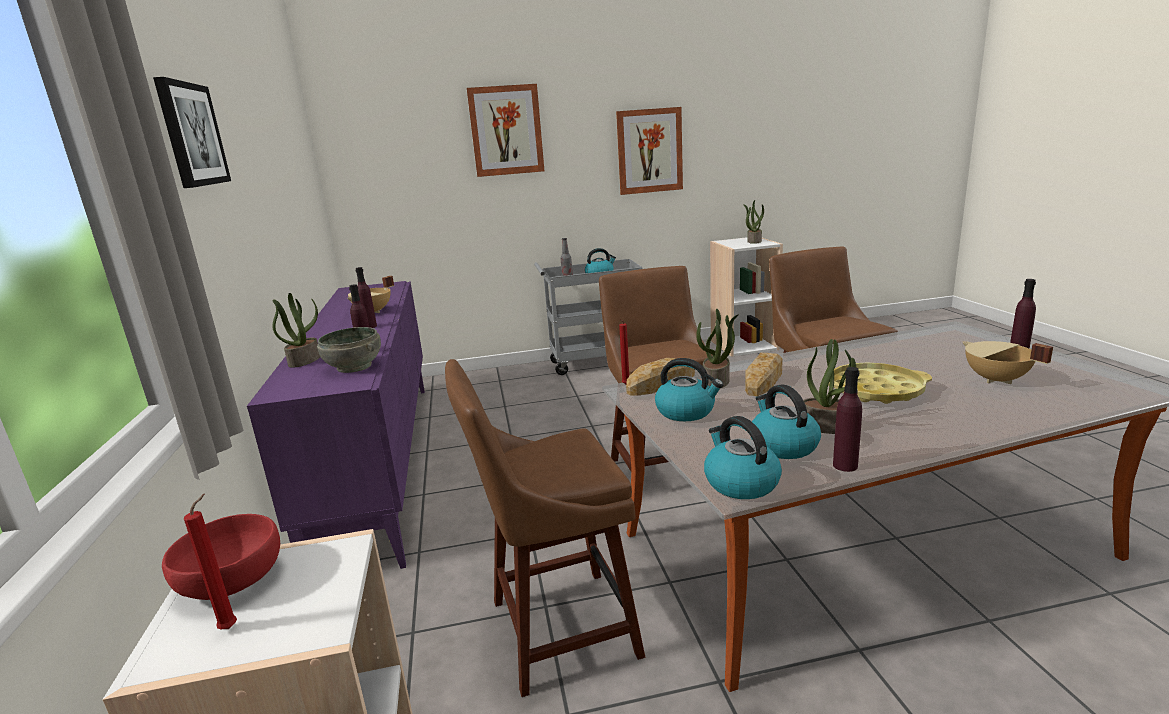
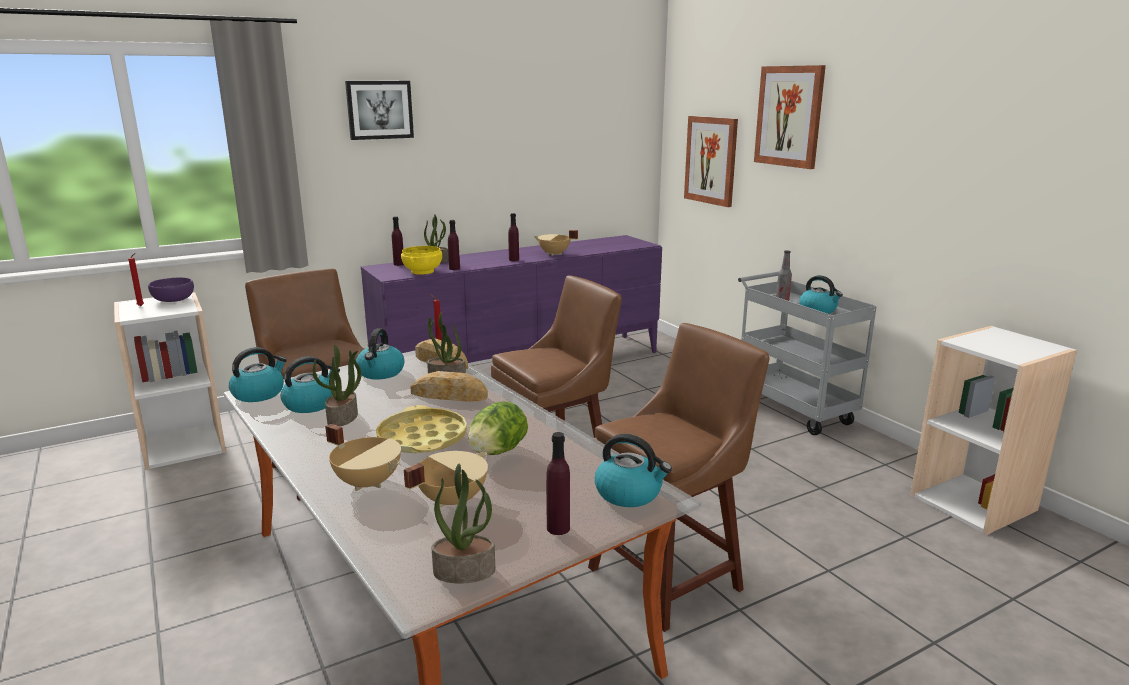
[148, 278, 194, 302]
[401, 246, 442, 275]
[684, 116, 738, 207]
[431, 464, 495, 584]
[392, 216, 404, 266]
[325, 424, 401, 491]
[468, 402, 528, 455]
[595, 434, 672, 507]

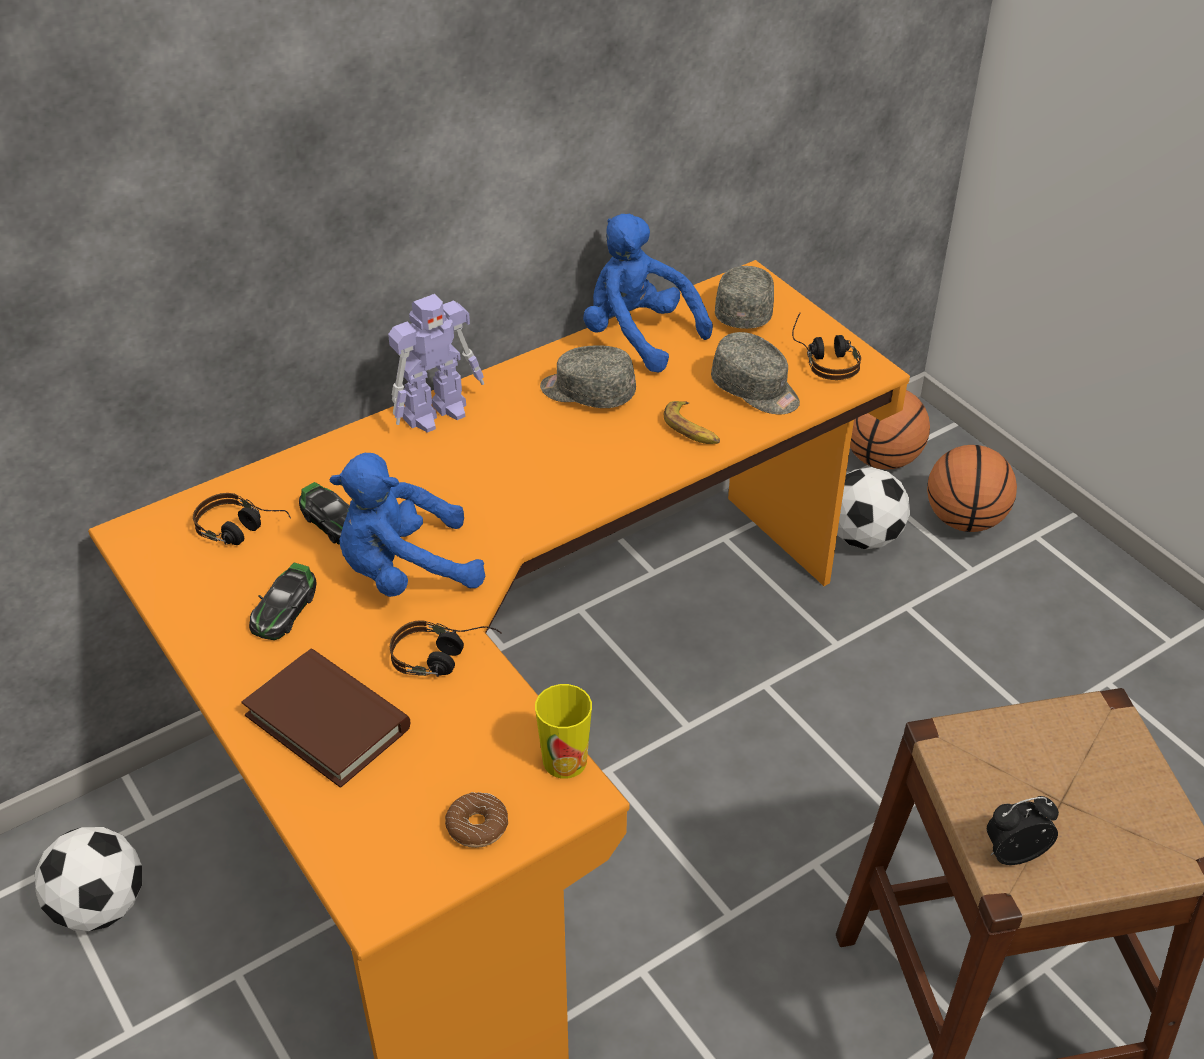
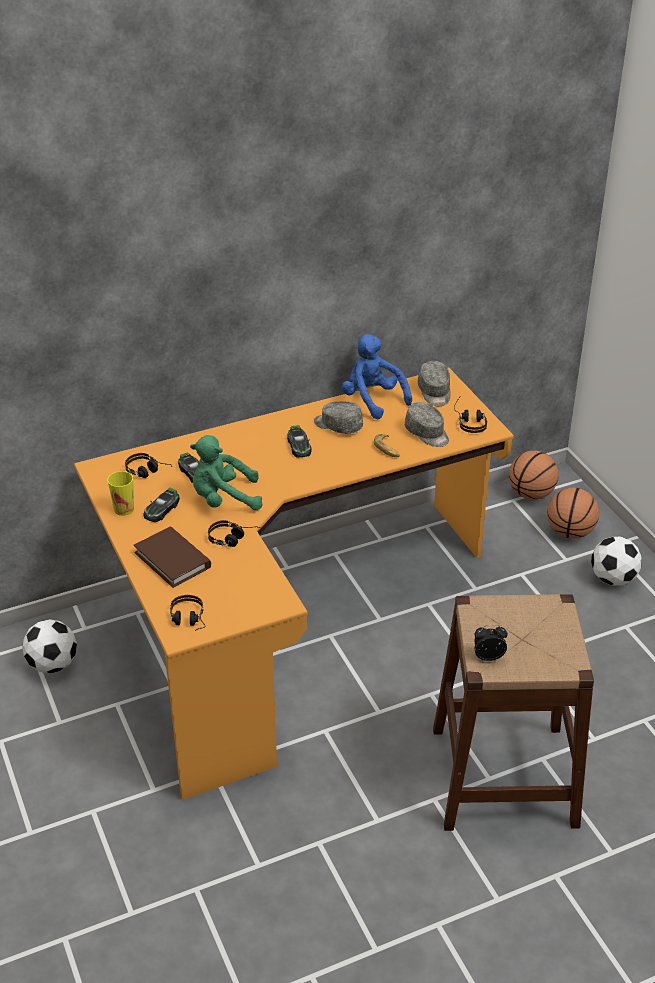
[190, 435, 262, 510]
[388, 294, 484, 433] (first image)
[445, 792, 508, 848] (first image)
[108, 471, 134, 516]
[418, 361, 451, 406]
[591, 537, 642, 586]
[170, 595, 205, 631]
[287, 425, 312, 458]

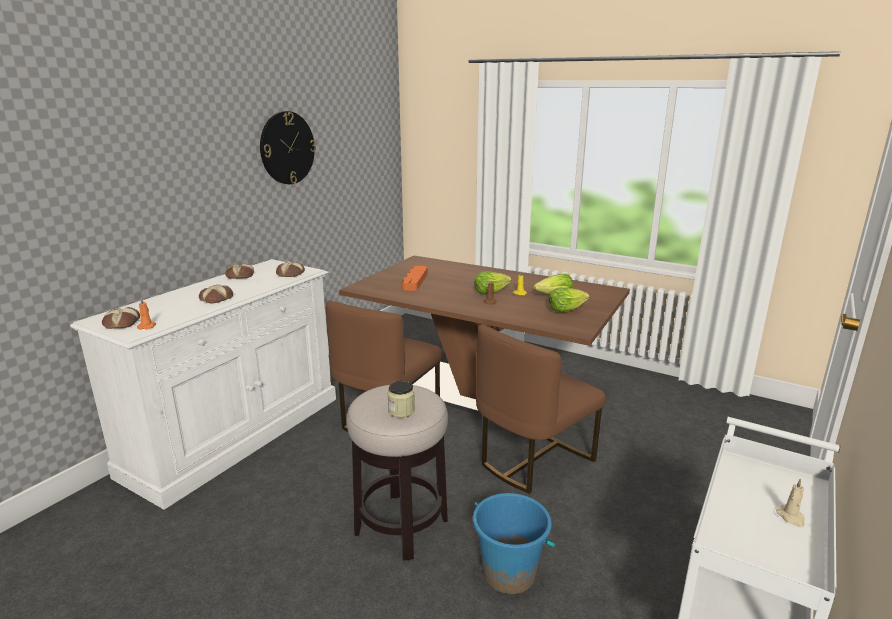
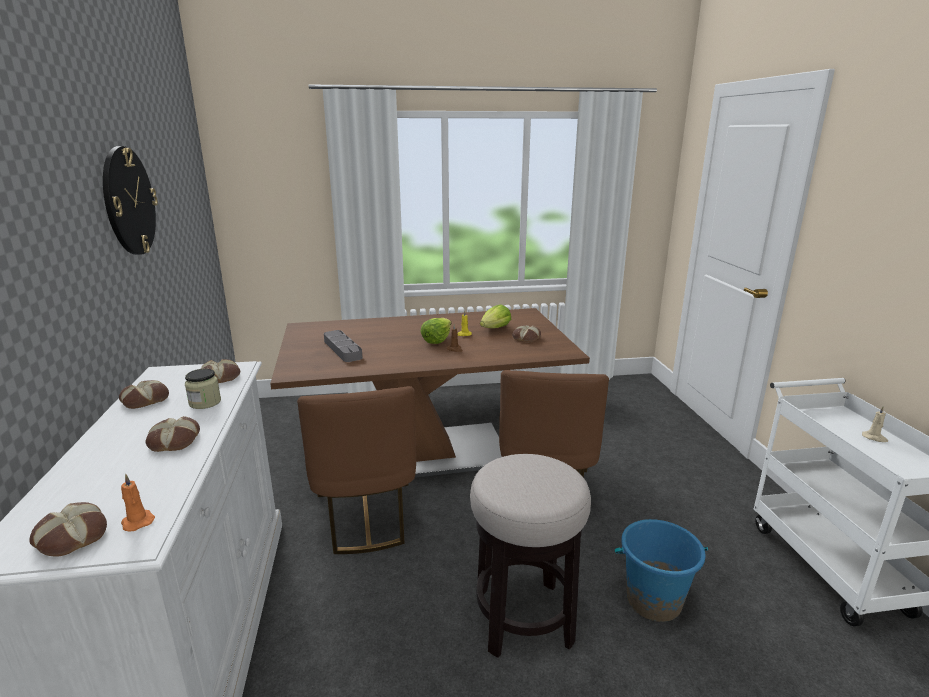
[185, 369, 221, 409]
[324, 330, 362, 362]
[512, 325, 541, 342]

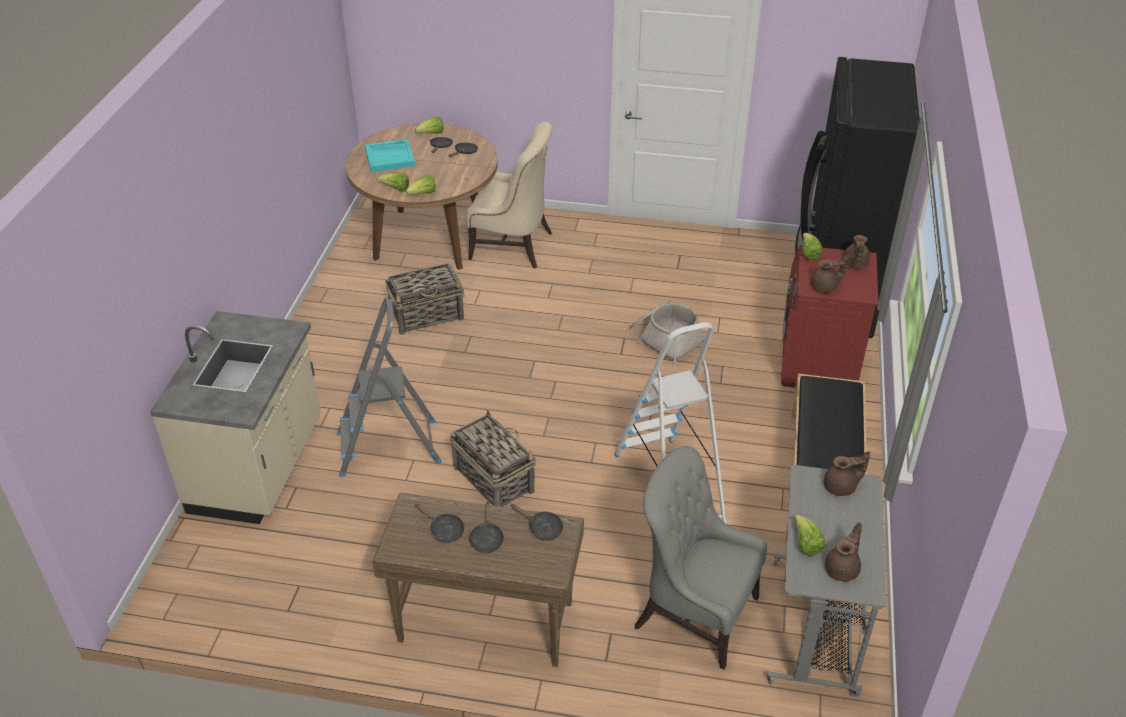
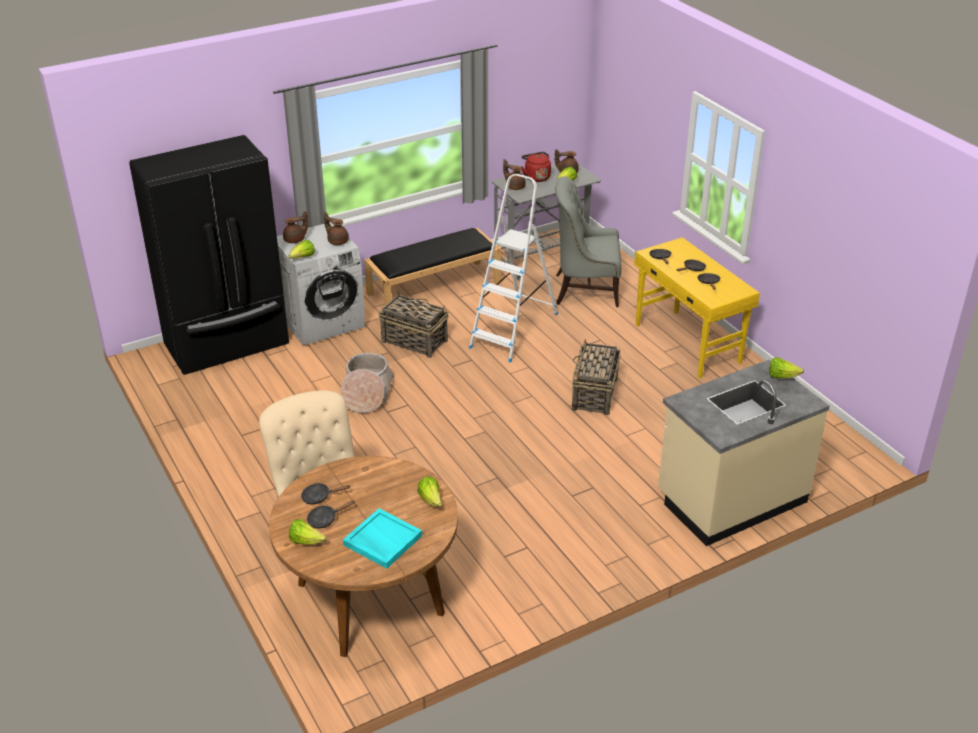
[337, 298, 442, 477] (first image)
[634, 237, 760, 379]
[379, 291, 449, 358]
[769, 357, 804, 378]
[555, 176, 622, 307]
[277, 222, 365, 346]
[522, 152, 551, 182]

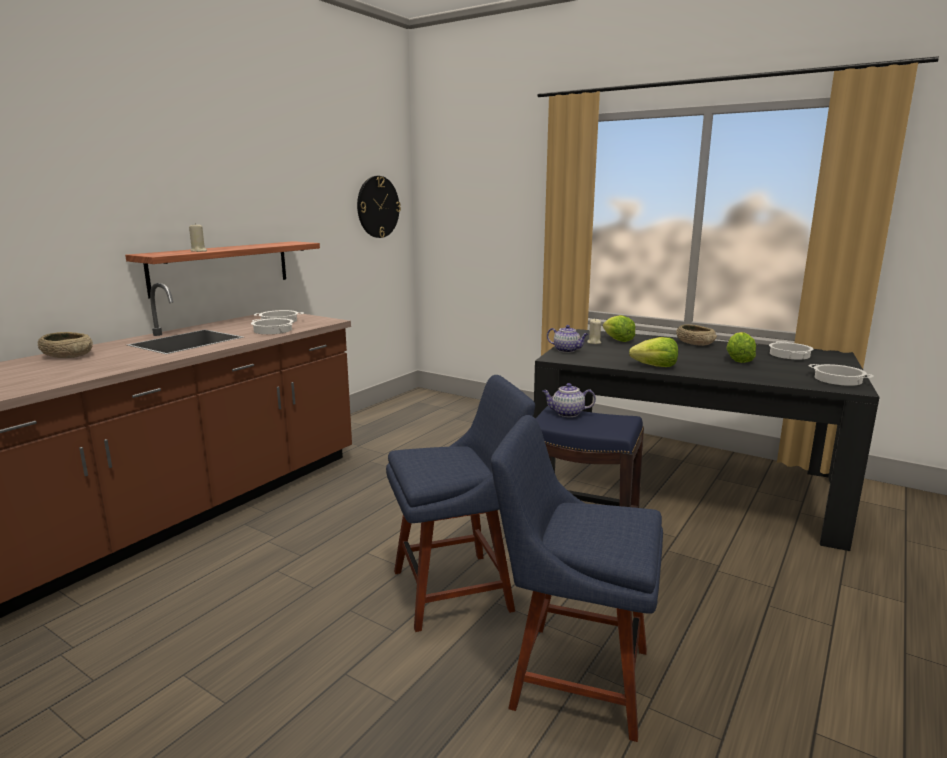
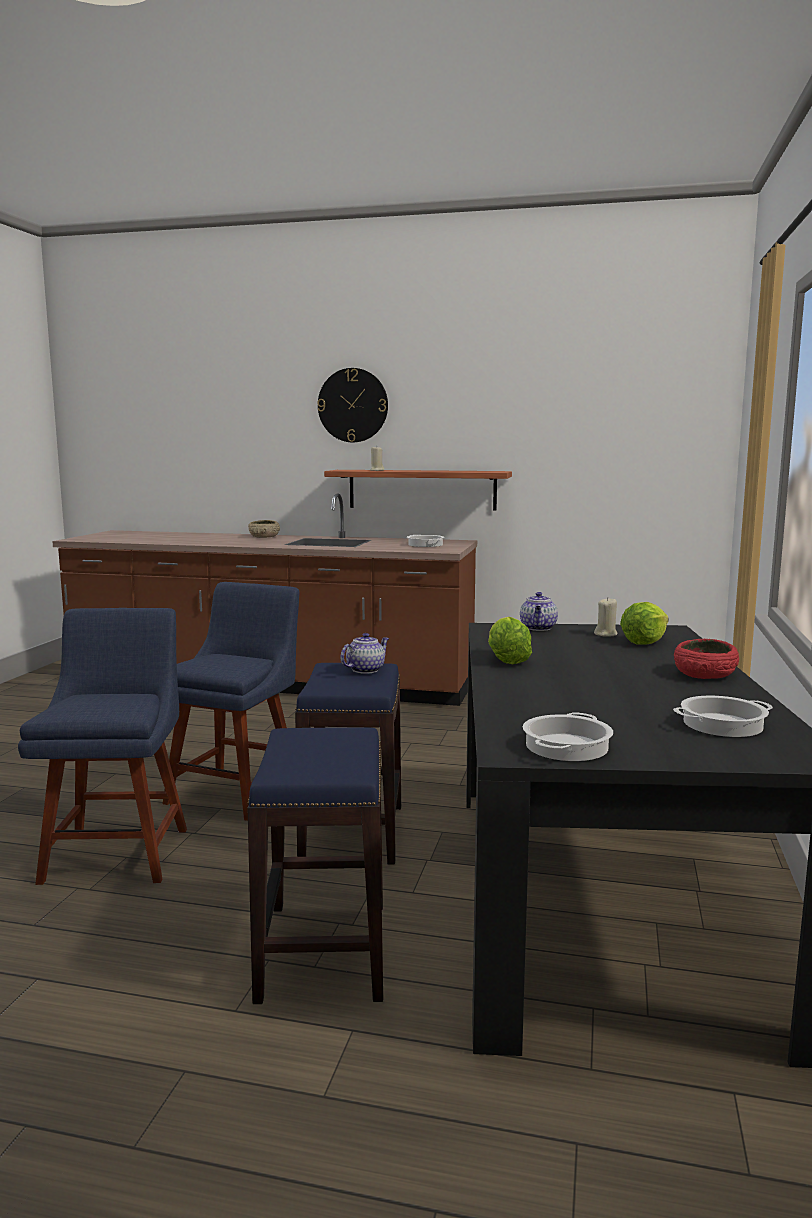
[251, 318, 293, 334] (first image)
[317, 368, 388, 442]
[162, 582, 299, 821]
[340, 633, 389, 674]
[674, 639, 739, 679]
[726, 332, 756, 363] (first image)
[247, 727, 383, 1004]

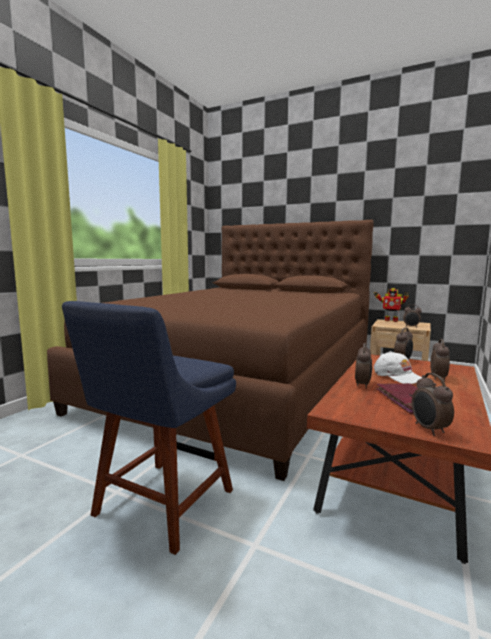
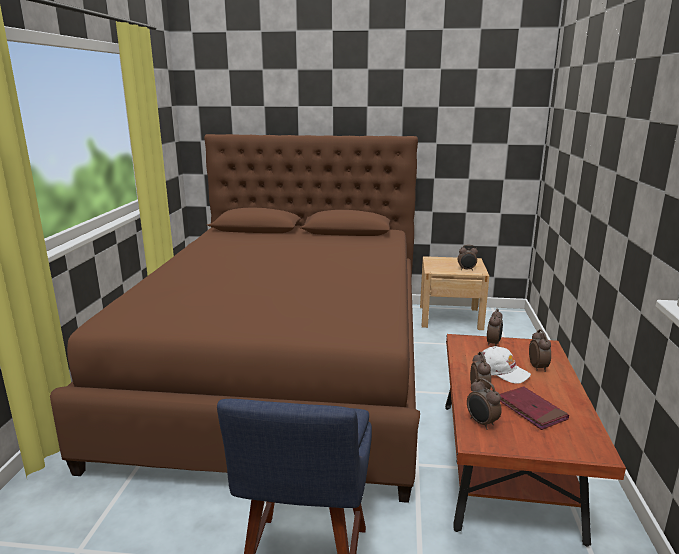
[374, 288, 409, 322] (first image)
[467, 378, 502, 430]

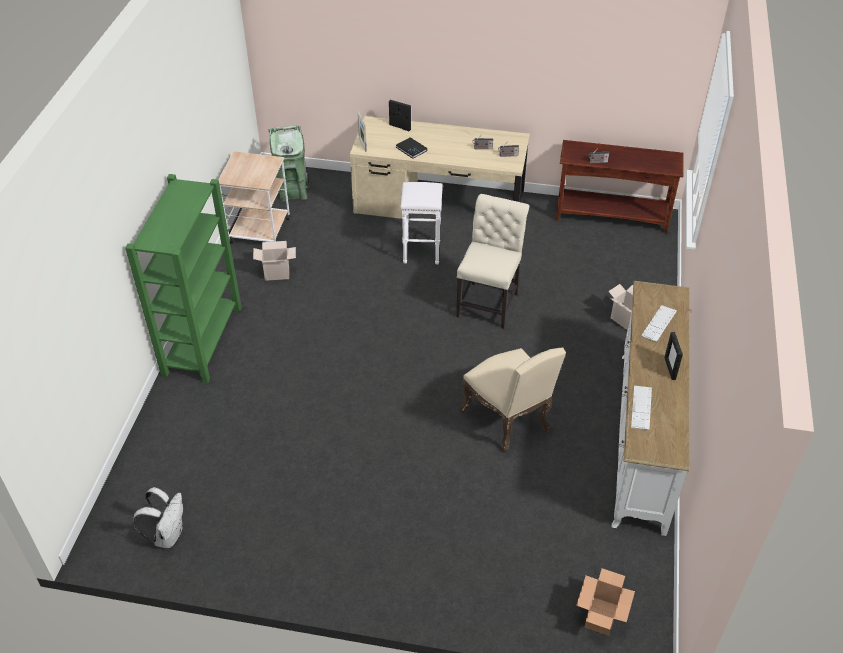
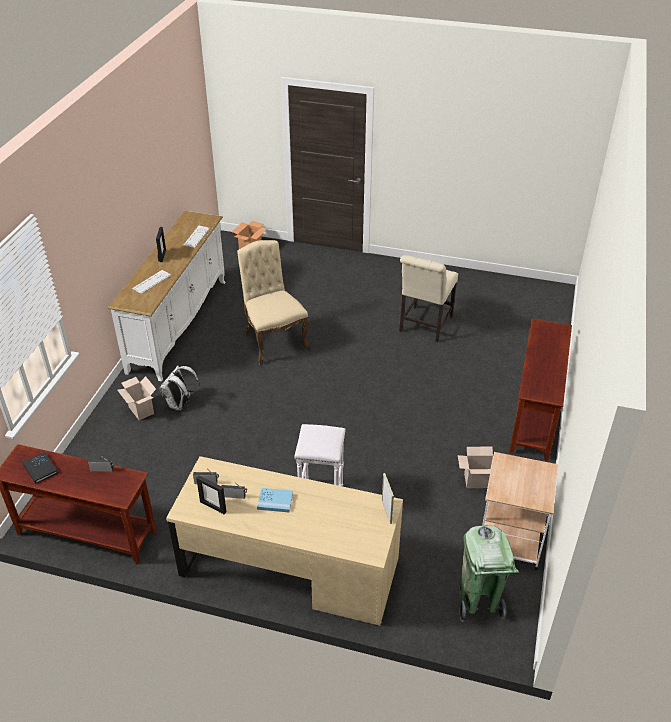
[509, 319, 572, 461]
[160, 366, 200, 410]
[196, 475, 226, 514]
[22, 452, 58, 484]
[399, 255, 458, 342]
[257, 488, 293, 512]

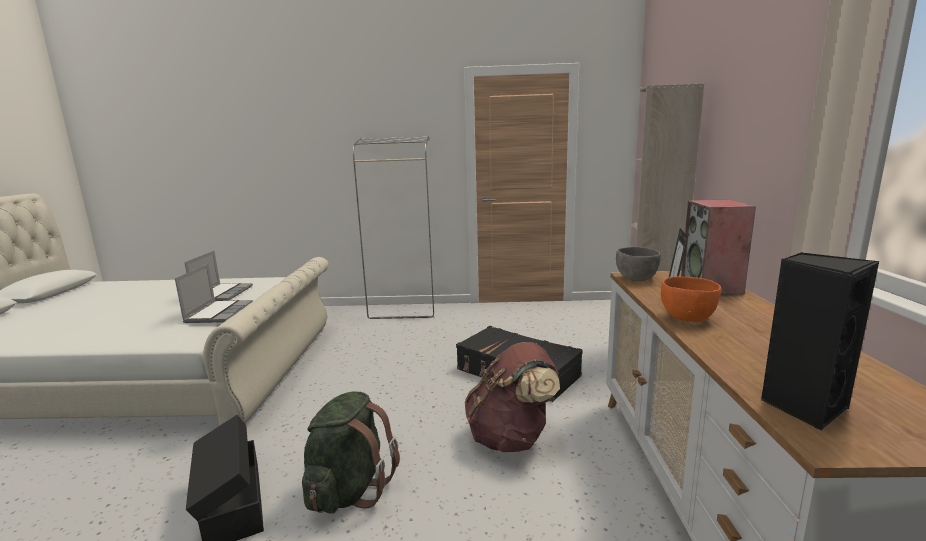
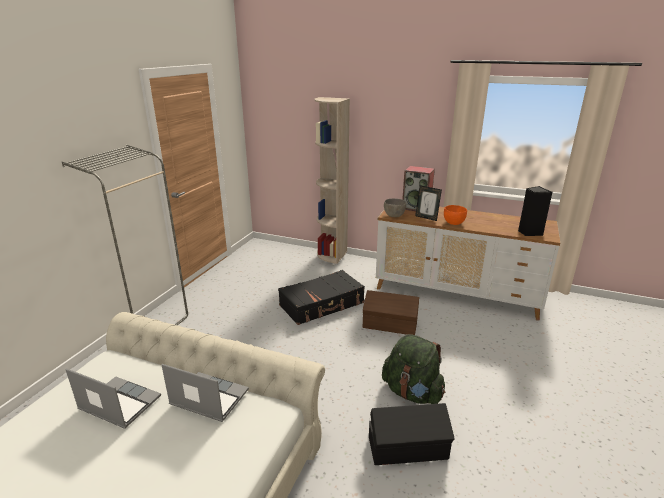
[363, 290, 419, 335]

